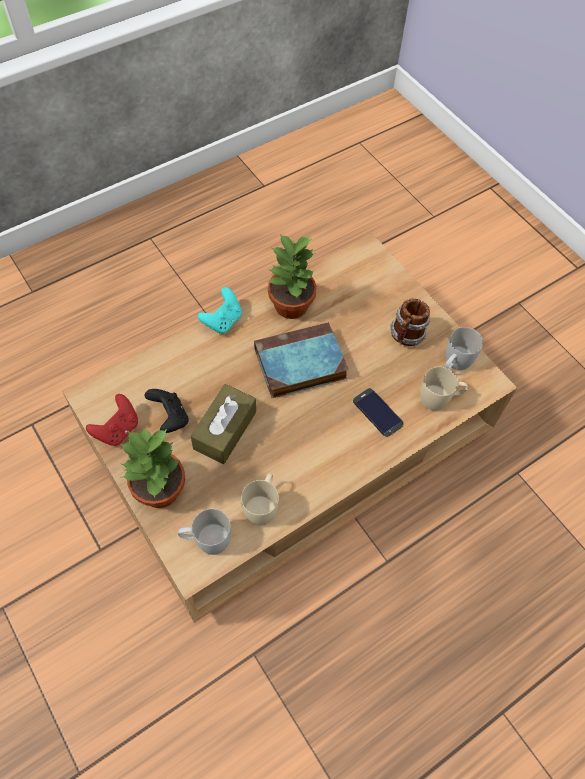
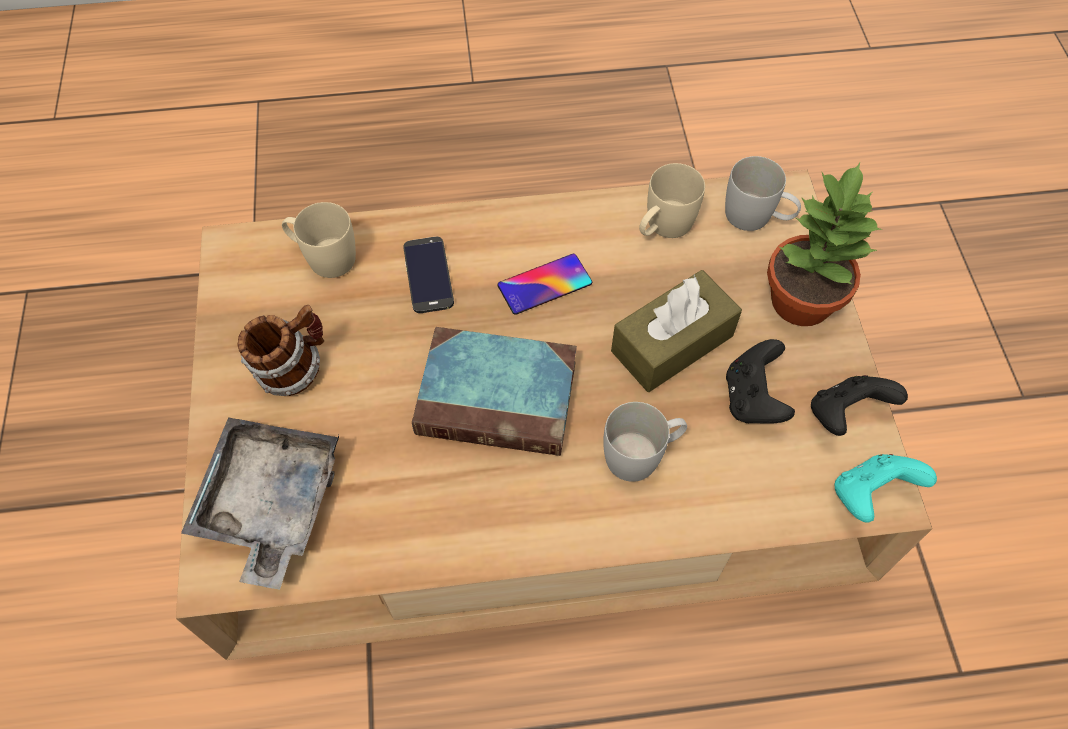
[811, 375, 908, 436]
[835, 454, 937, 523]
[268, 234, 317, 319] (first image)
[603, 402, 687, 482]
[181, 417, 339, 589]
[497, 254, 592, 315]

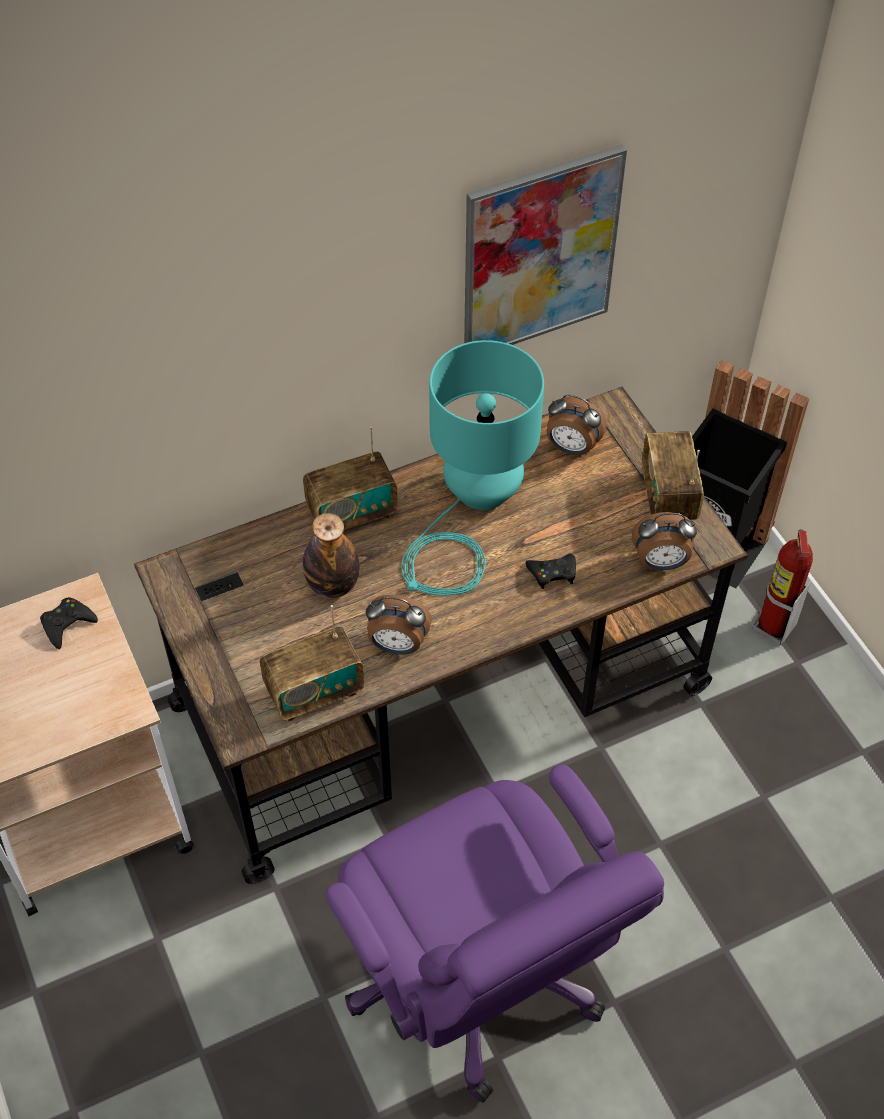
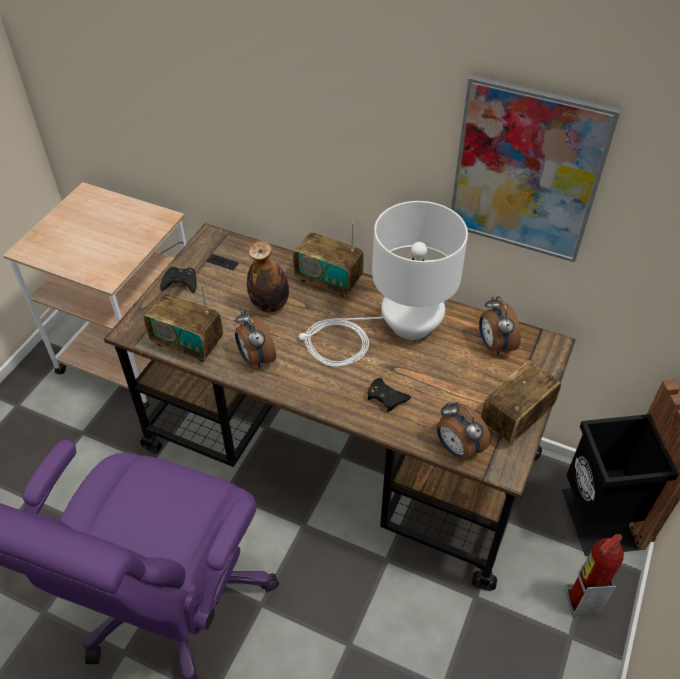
[160, 267, 197, 293]
[298, 201, 468, 367]

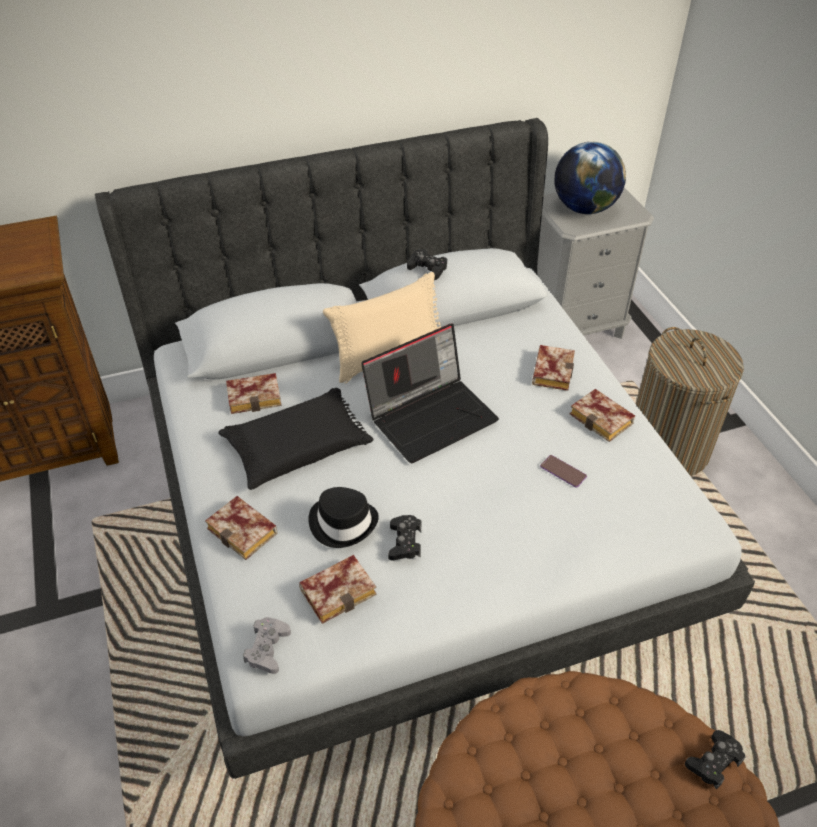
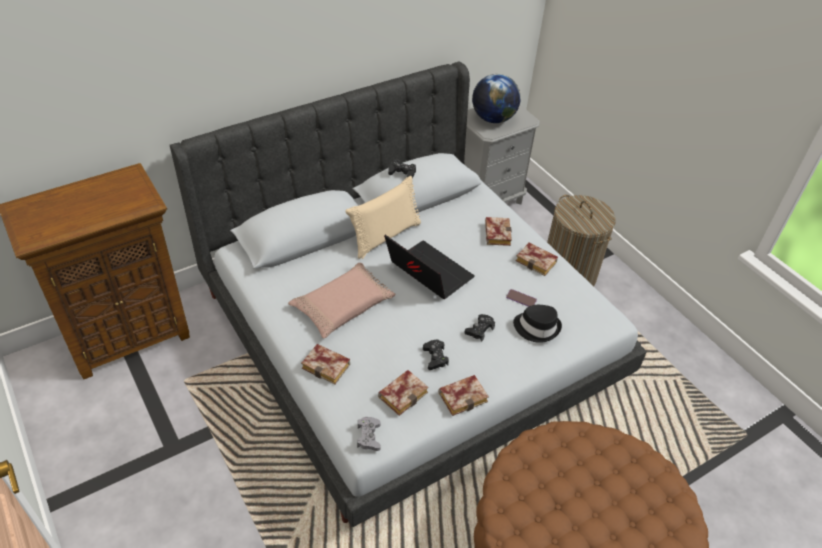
[288, 263, 396, 339]
[439, 375, 489, 416]
[513, 305, 562, 343]
[384, 235, 475, 299]
[464, 314, 495, 341]

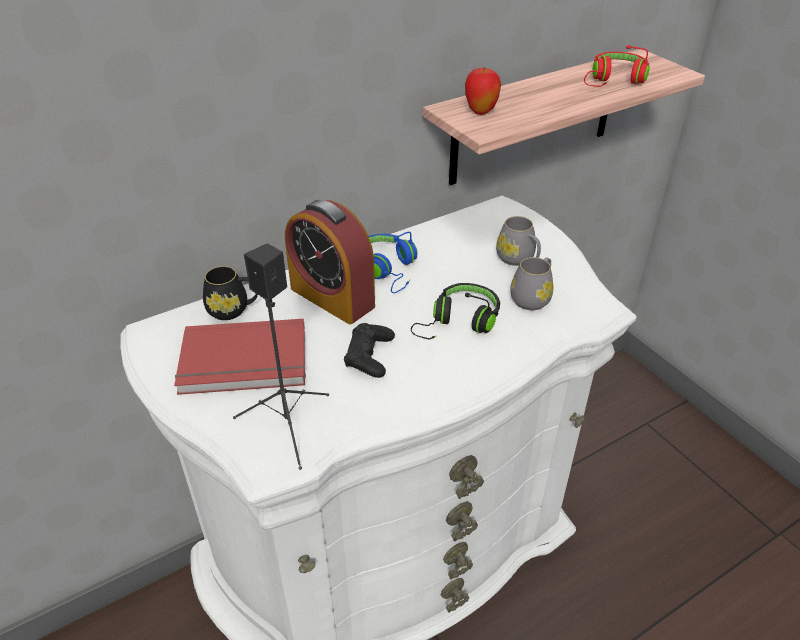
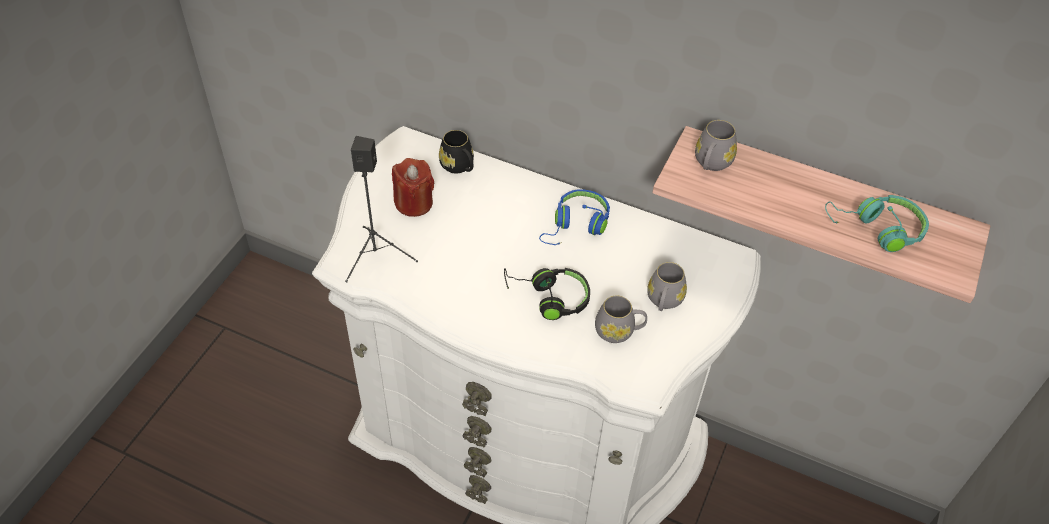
[392, 158, 434, 217]
[285, 200, 375, 324] (first image)
[344, 323, 395, 378] (first image)
[695, 120, 737, 171]
[825, 195, 929, 252]

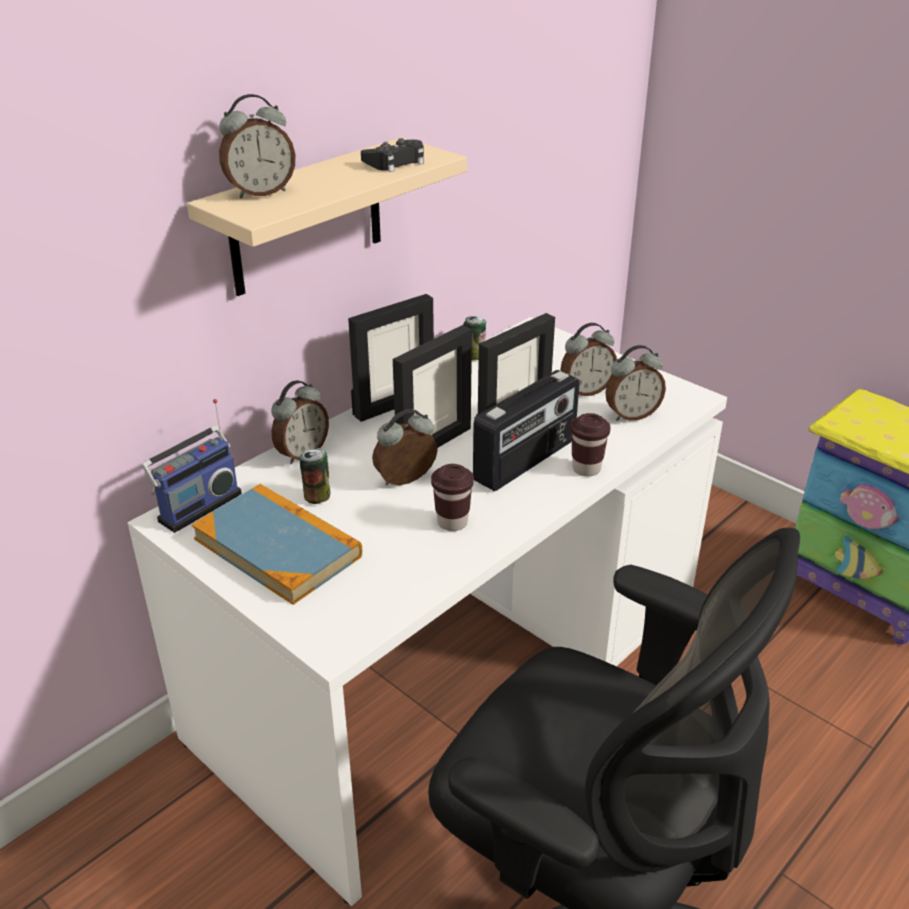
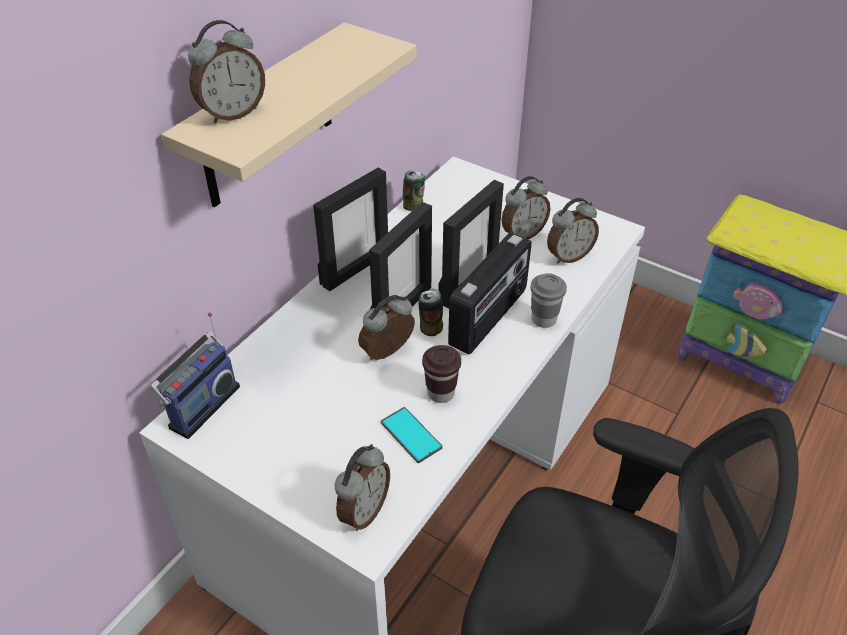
[192, 484, 362, 605] (first image)
[335, 444, 390, 531]
[418, 289, 443, 336]
[361, 138, 424, 172] (first image)
[530, 273, 567, 328]
[381, 407, 442, 463]

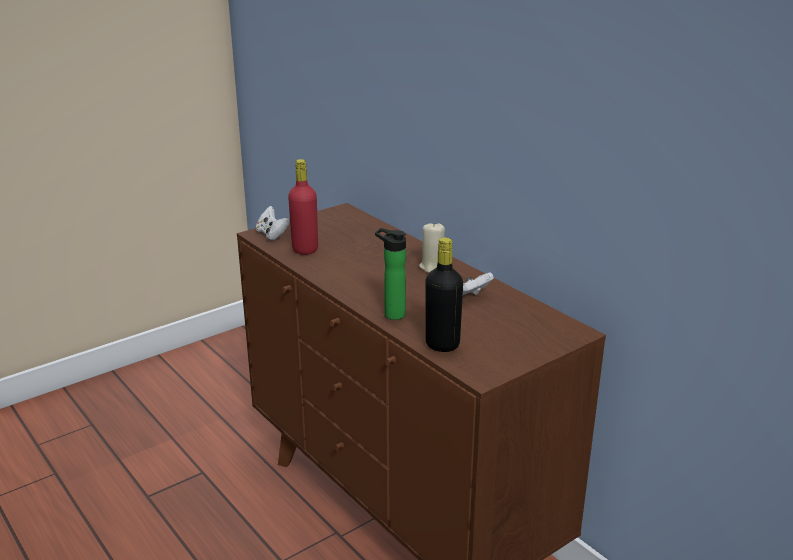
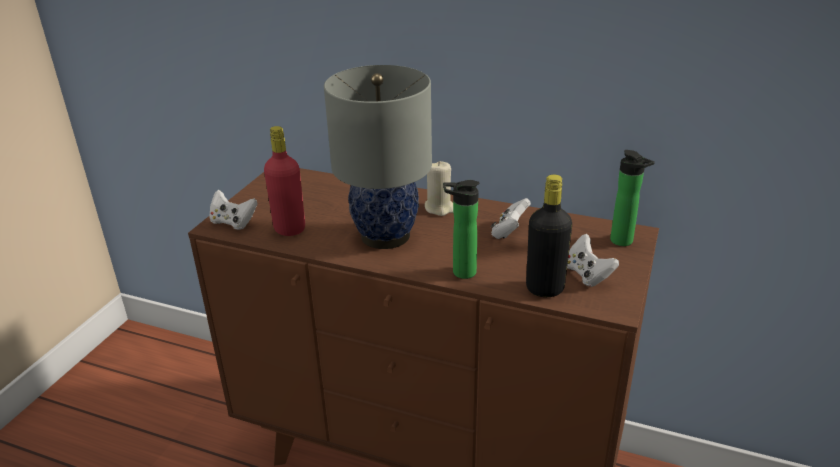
[324, 65, 432, 249]
[567, 234, 619, 287]
[610, 150, 655, 246]

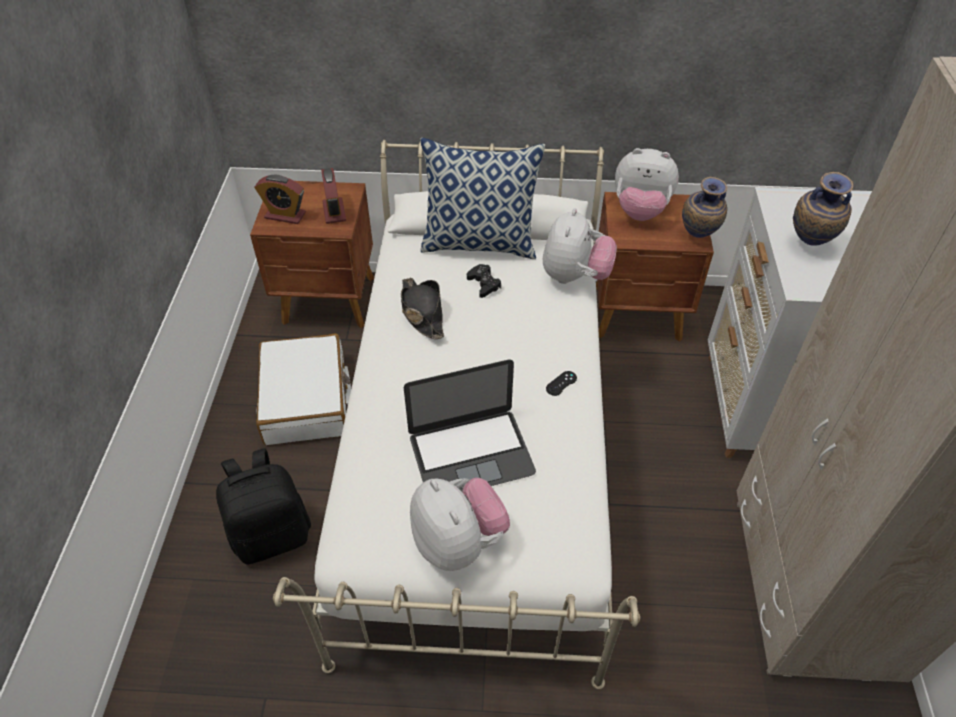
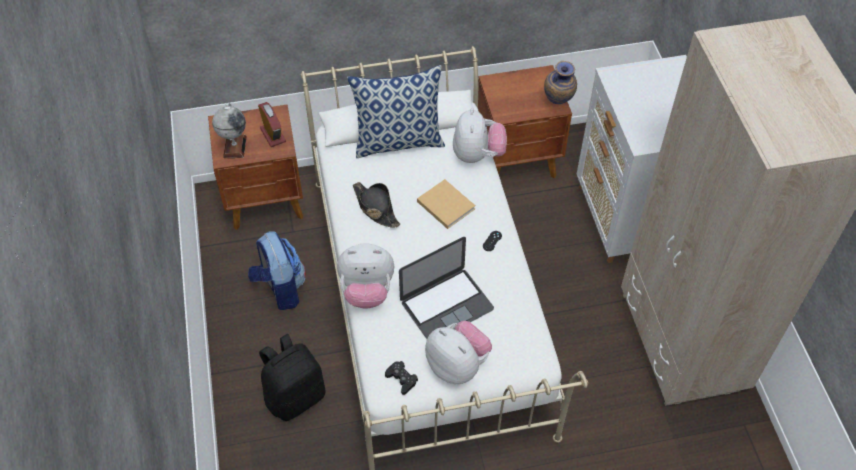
[212, 103, 247, 158]
[248, 231, 306, 310]
[385, 361, 418, 395]
[337, 243, 394, 309]
[793, 172, 854, 246] (first image)
[417, 179, 476, 229]

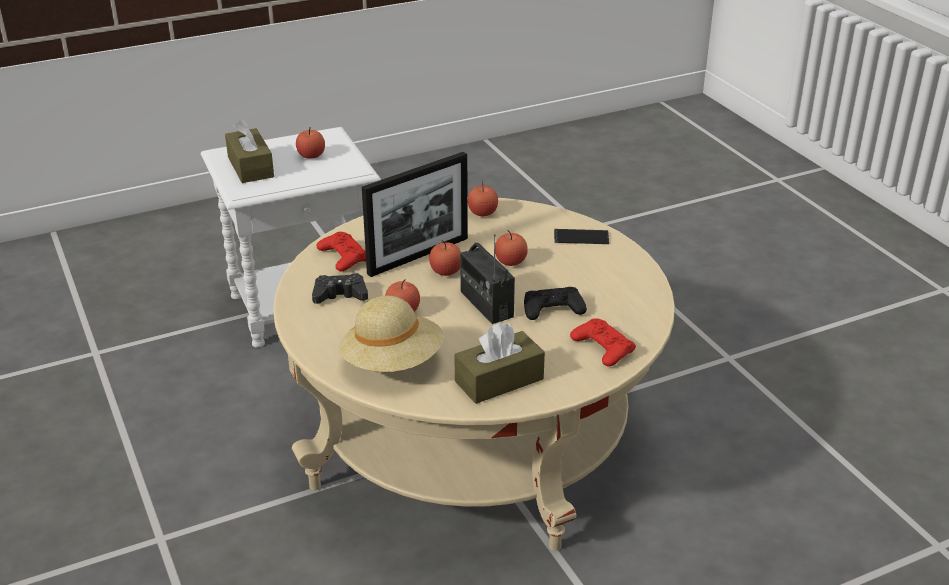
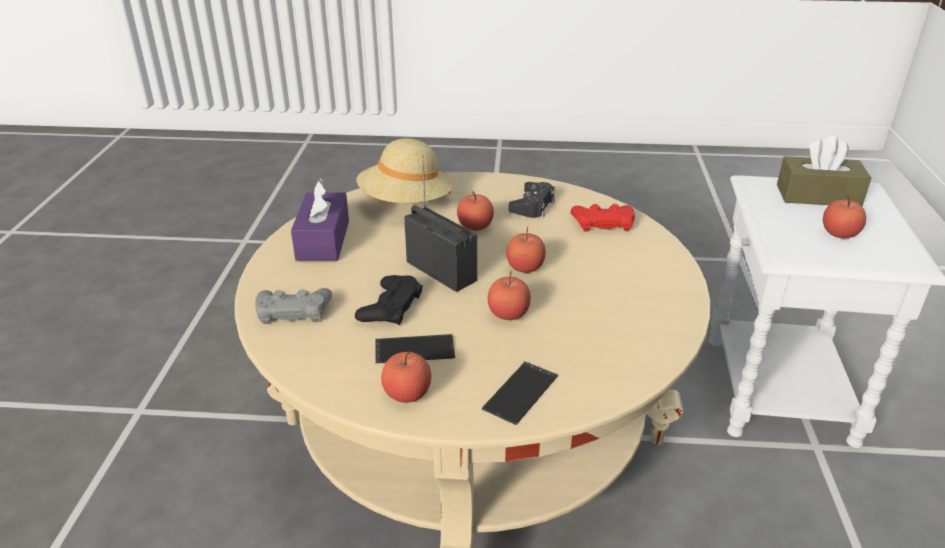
[362, 152, 468, 277] (first image)
[291, 179, 349, 261]
[404, 155, 477, 292]
[381, 352, 431, 403]
[255, 288, 332, 324]
[375, 334, 455, 363]

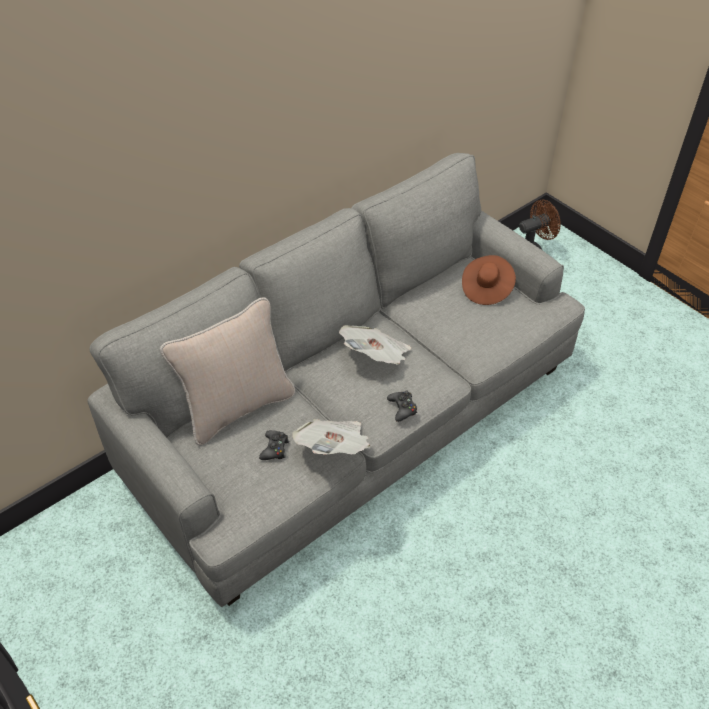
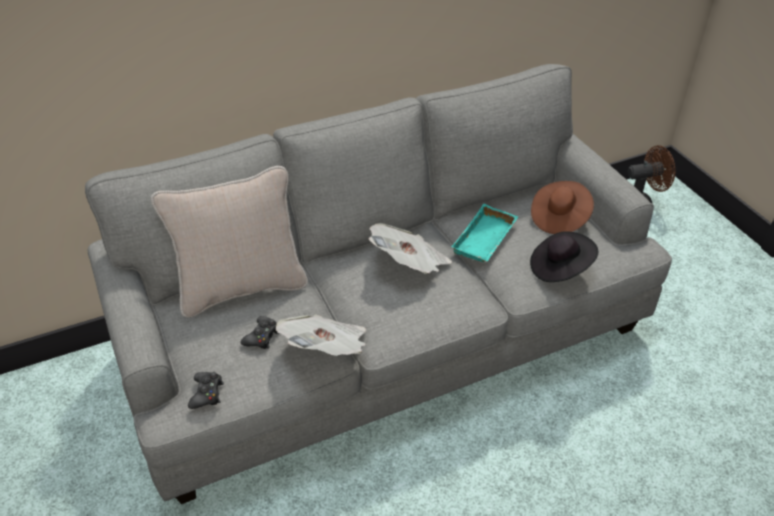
[188, 372, 224, 409]
[451, 204, 518, 262]
[530, 231, 598, 282]

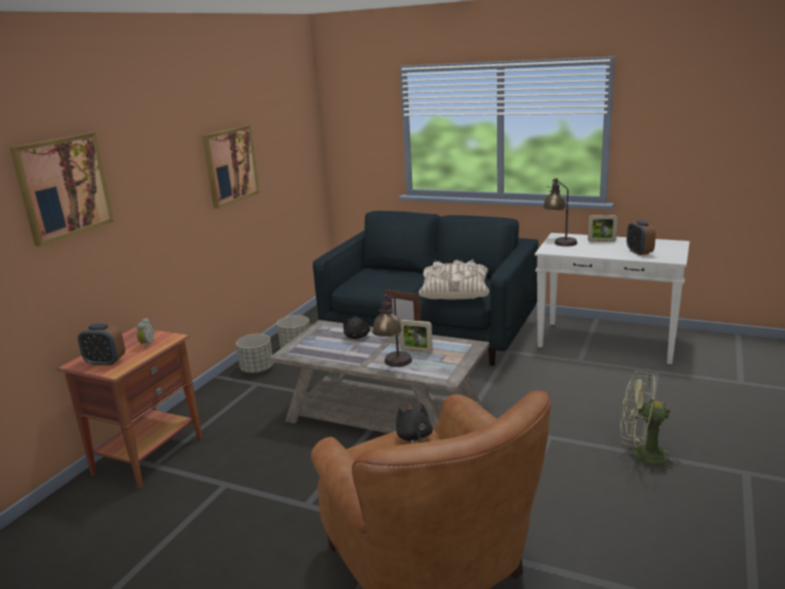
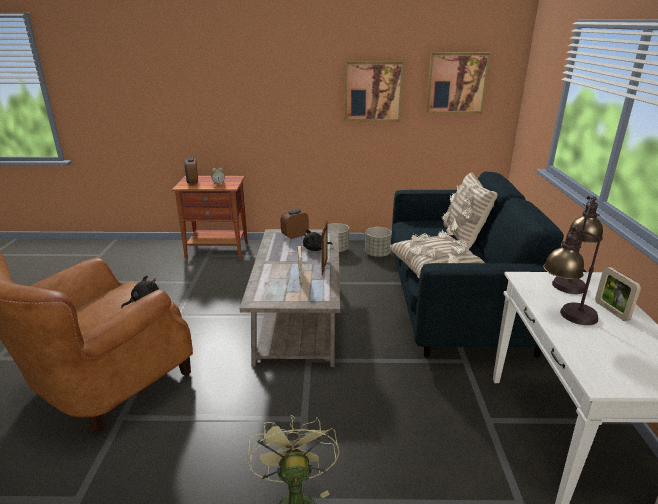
[426, 53, 491, 114]
[543, 225, 600, 325]
[281, 209, 309, 239]
[441, 173, 498, 249]

